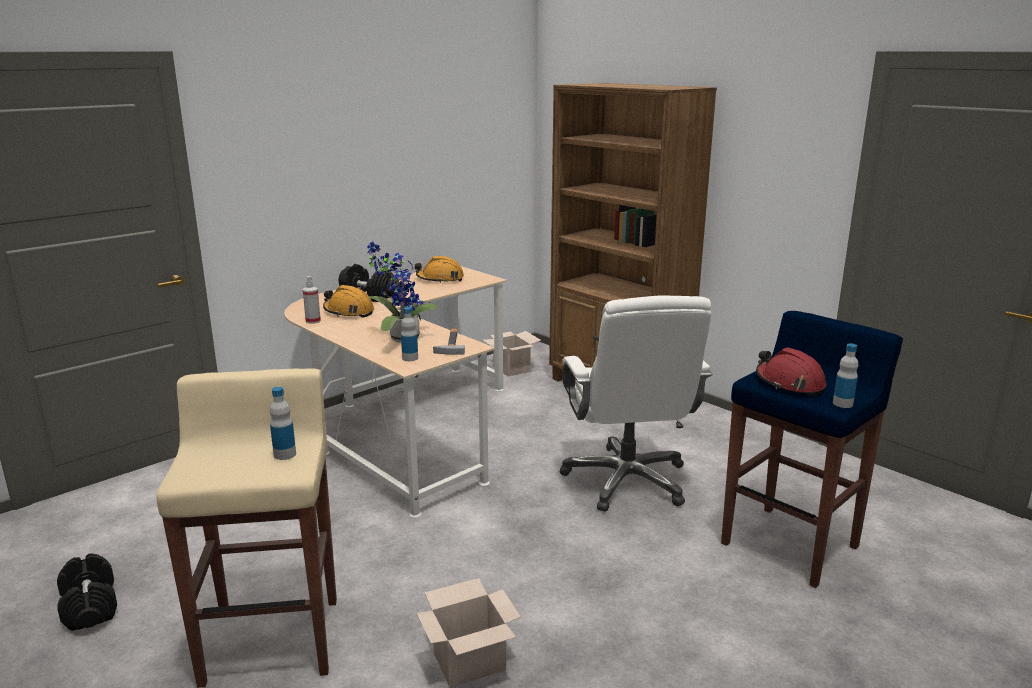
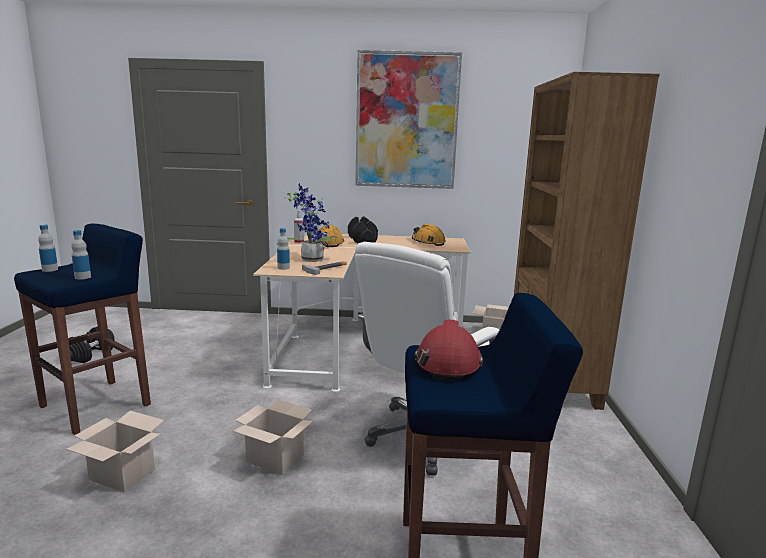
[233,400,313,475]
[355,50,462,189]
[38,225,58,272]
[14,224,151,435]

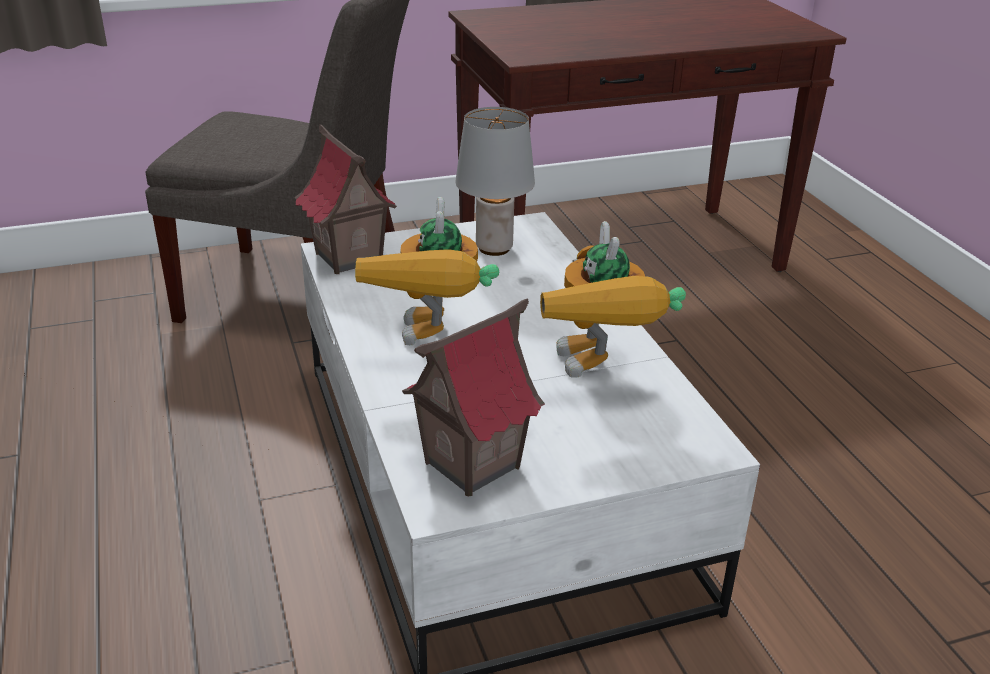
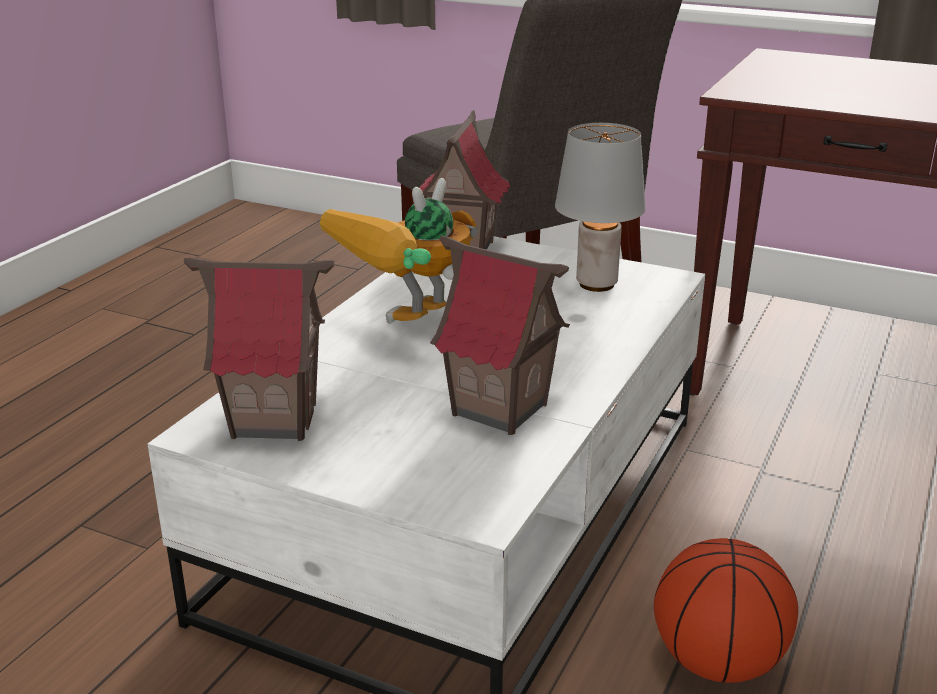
[654,538,798,683]
[430,235,570,435]

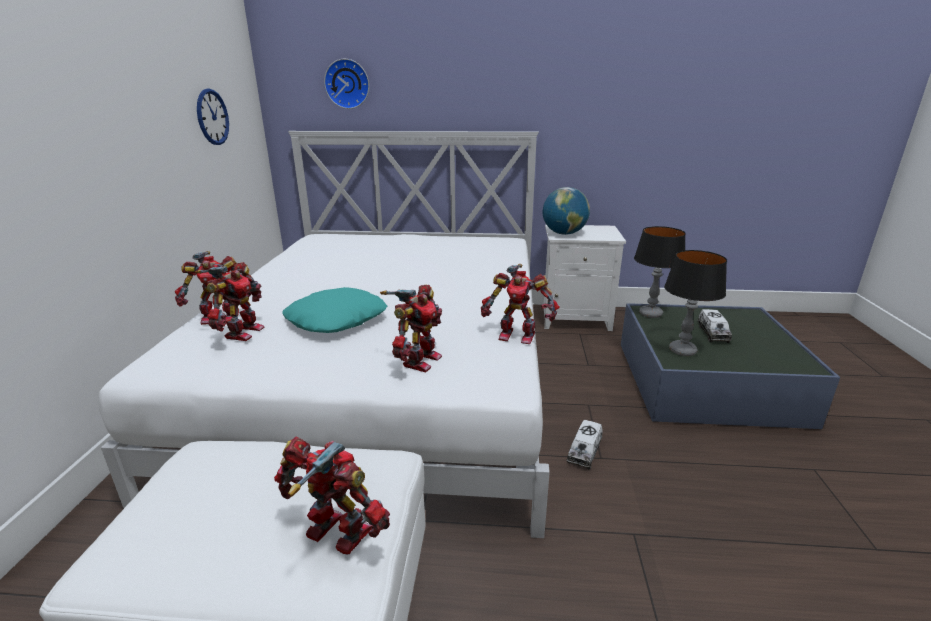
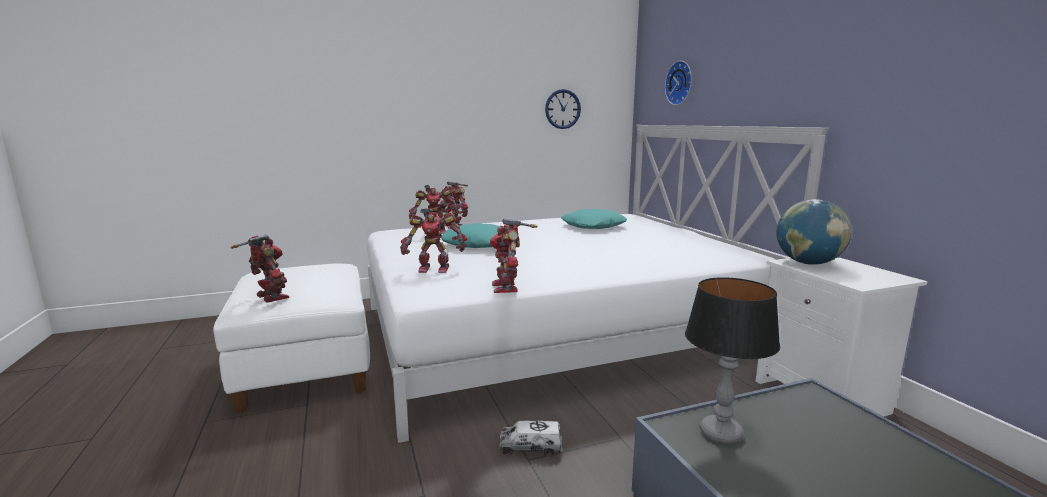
[634,226,686,318] (first image)
[697,309,732,343] (first image)
[561,209,627,229]
[231,234,289,302]

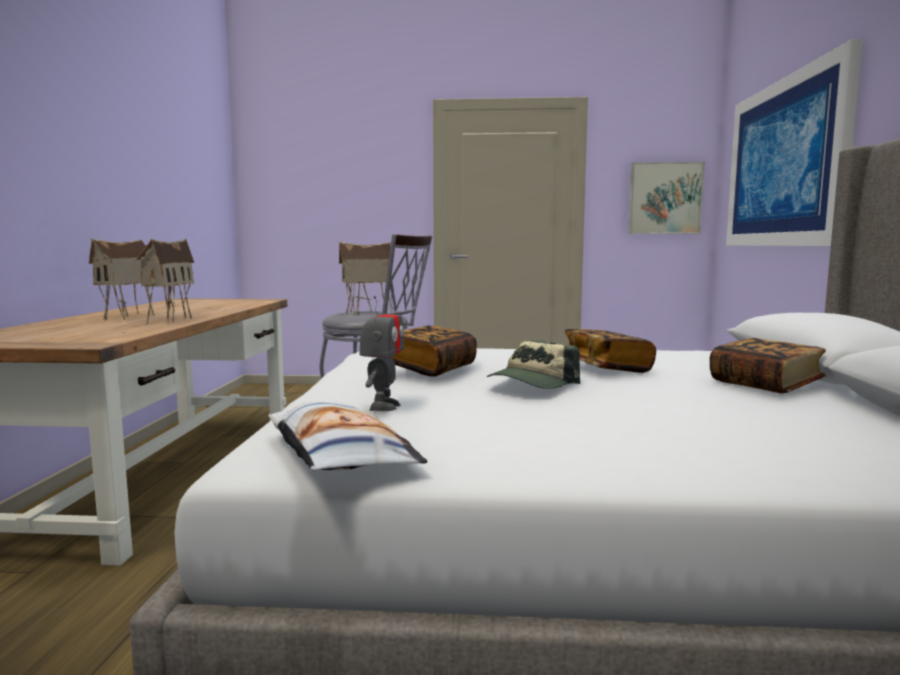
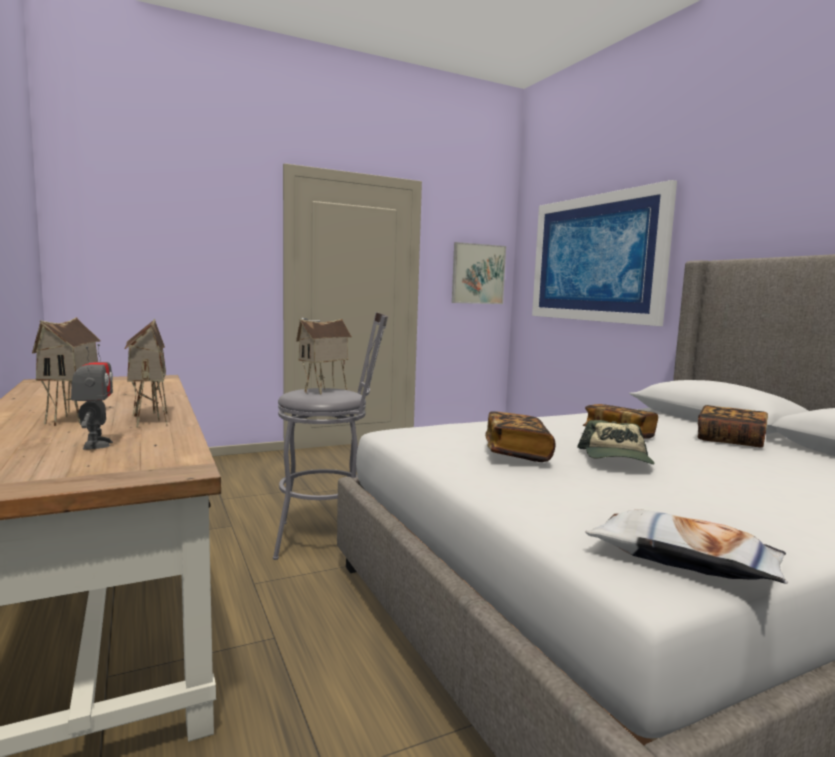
[71,344,113,449]

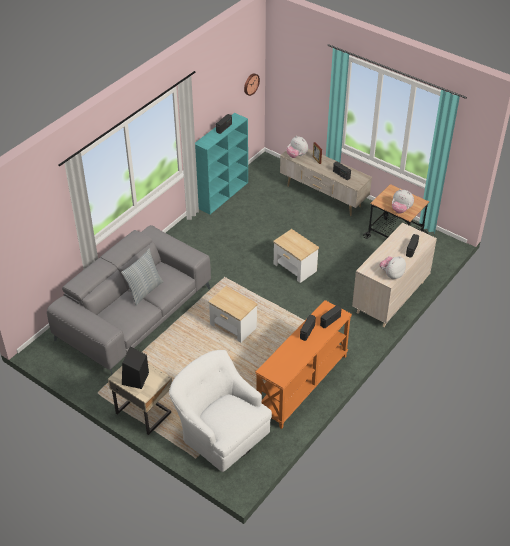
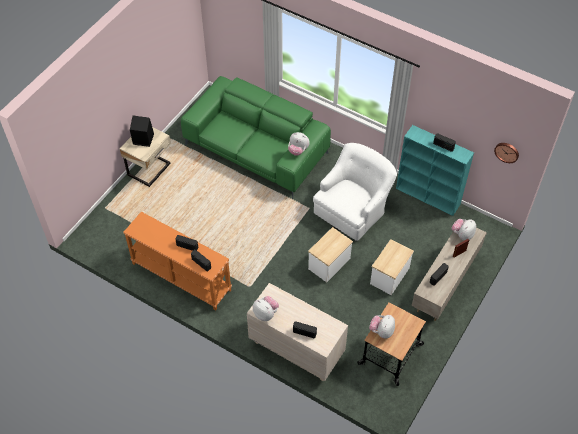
[121,248,163,306] (first image)
[288,132,310,156]
[313,143,397,241]
[370,239,414,295]
[181,76,331,199]

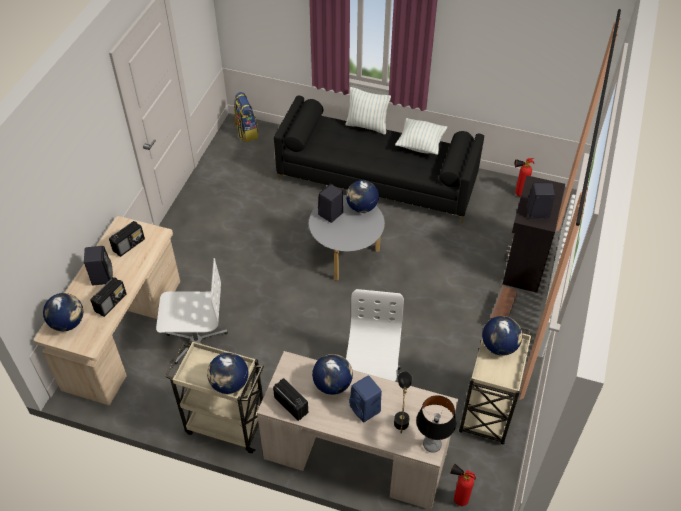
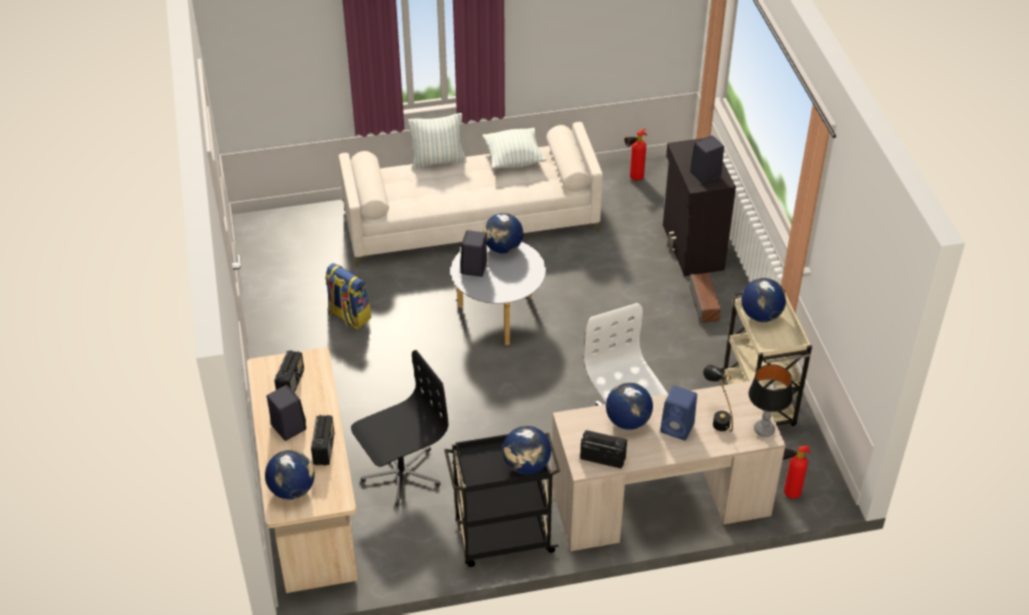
[325,263,371,329]
[351,350,448,506]
[444,432,560,567]
[339,122,603,267]

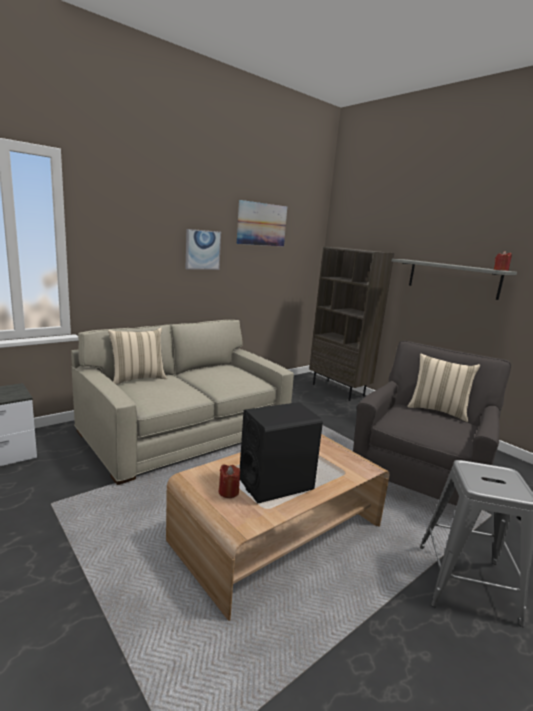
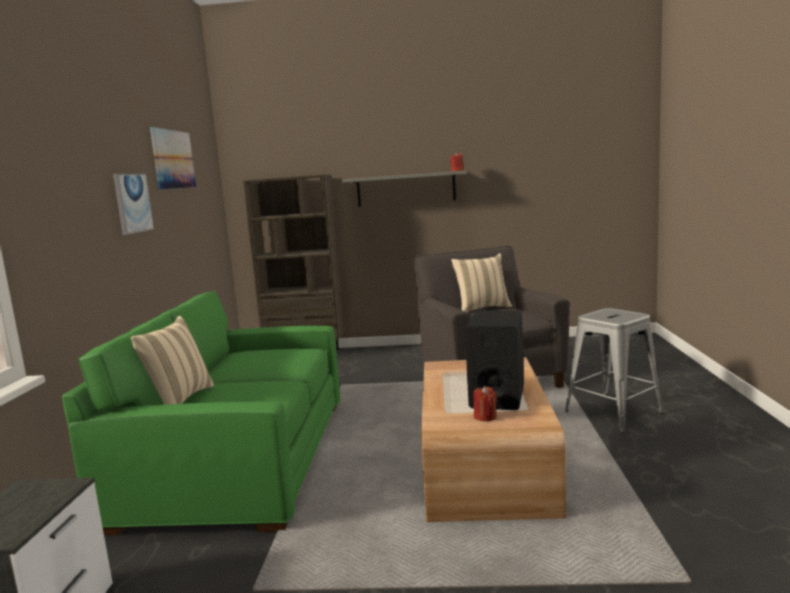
[62,291,340,536]

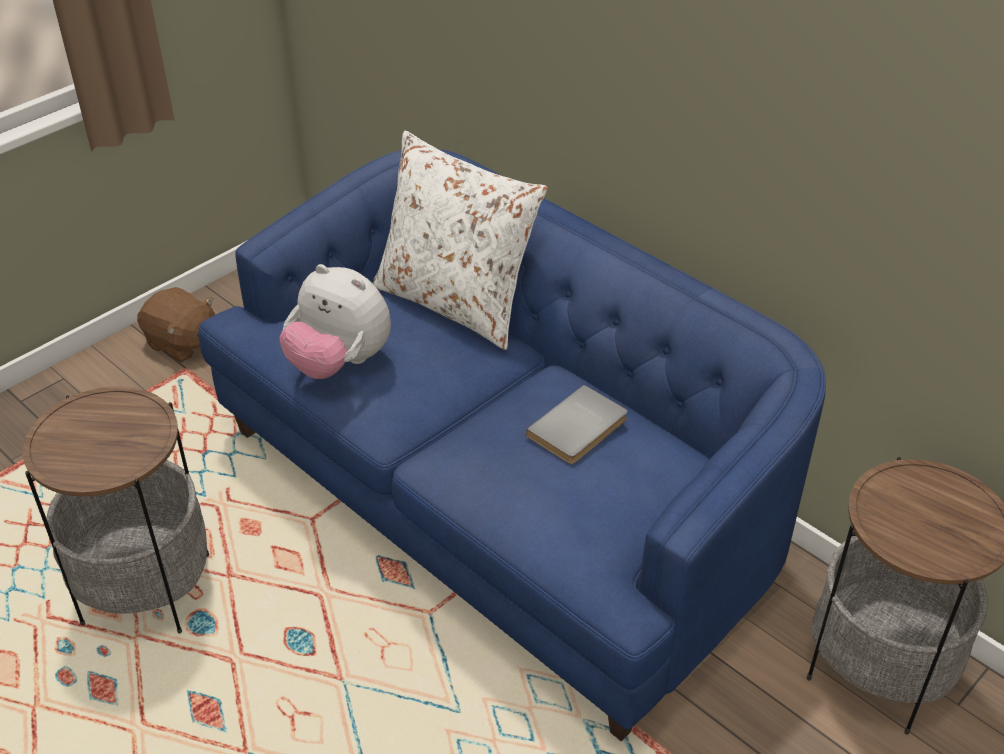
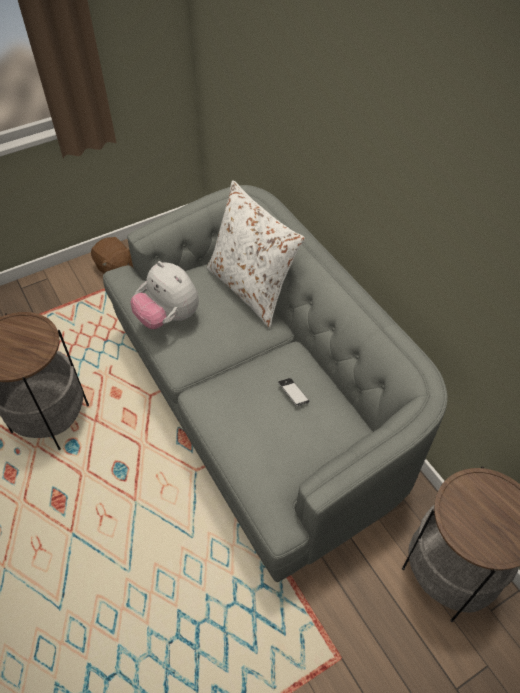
[278,378,310,406]
[103,185,448,582]

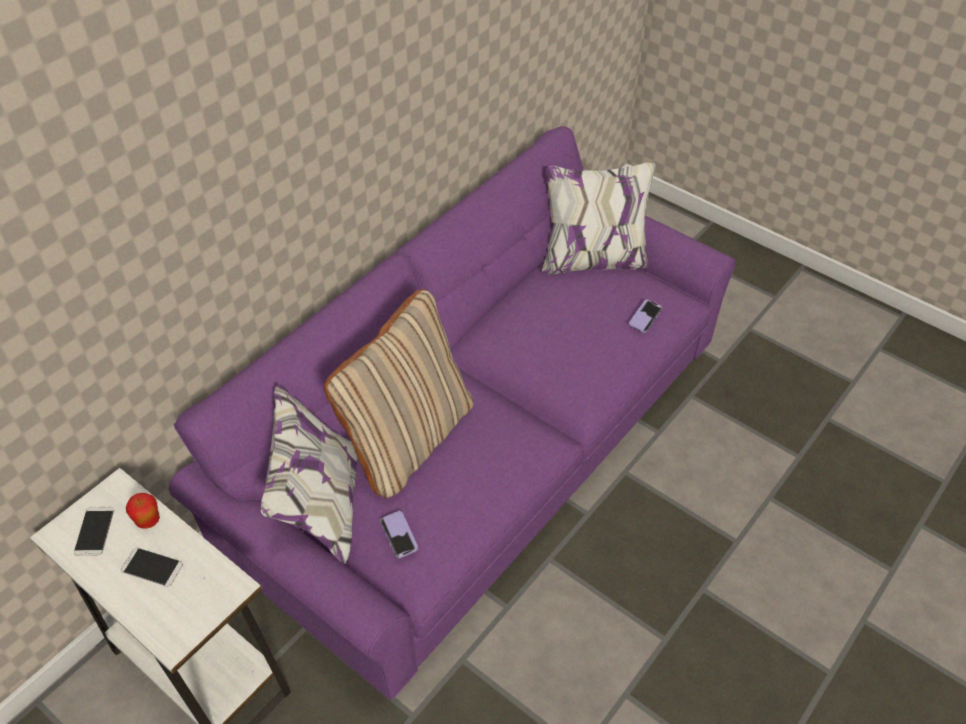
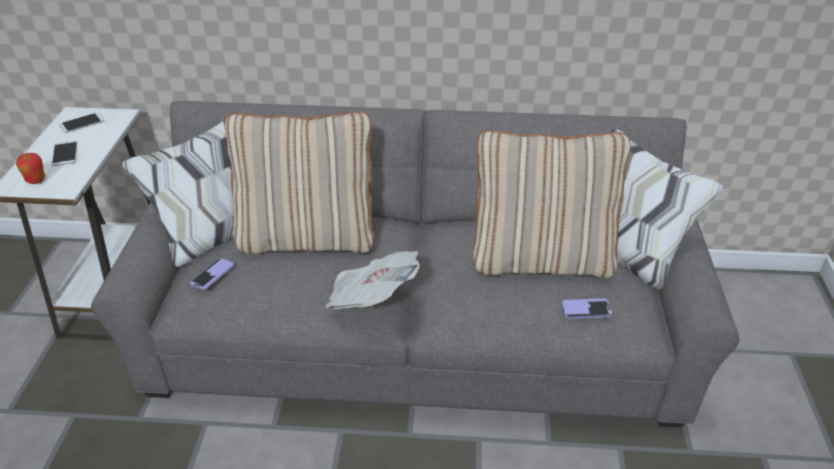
[325,251,419,309]
[472,130,631,278]
[16,153,45,184]
[91,101,740,428]

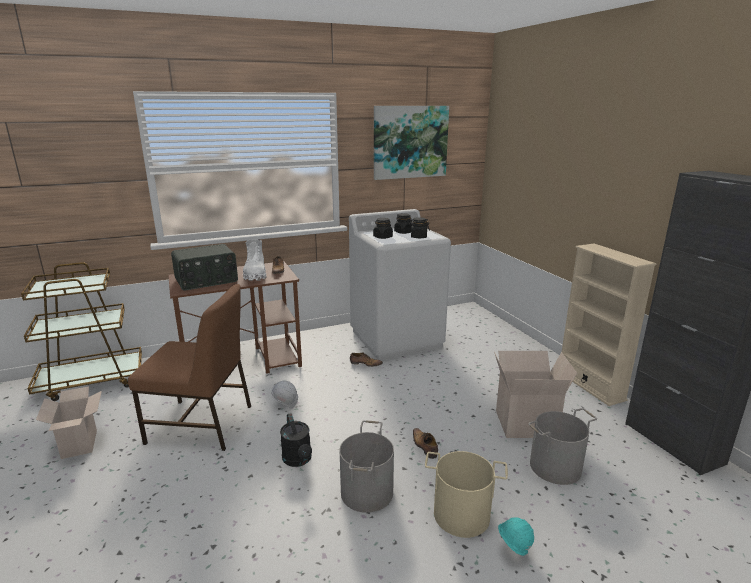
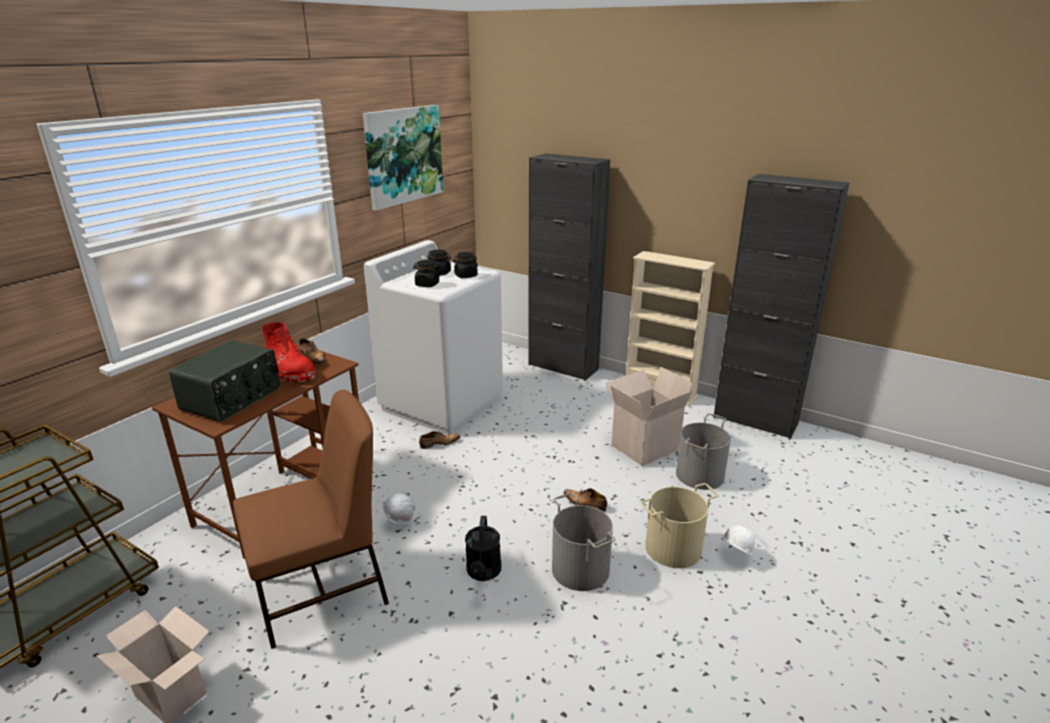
[528,153,610,381]
[262,322,316,383]
[721,525,755,555]
[465,516,502,581]

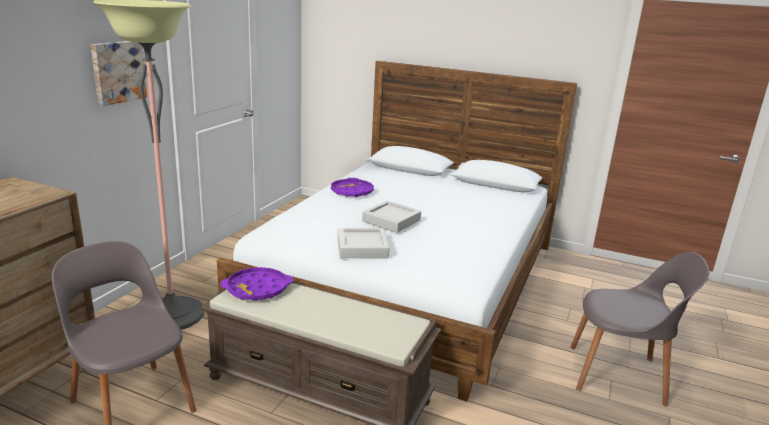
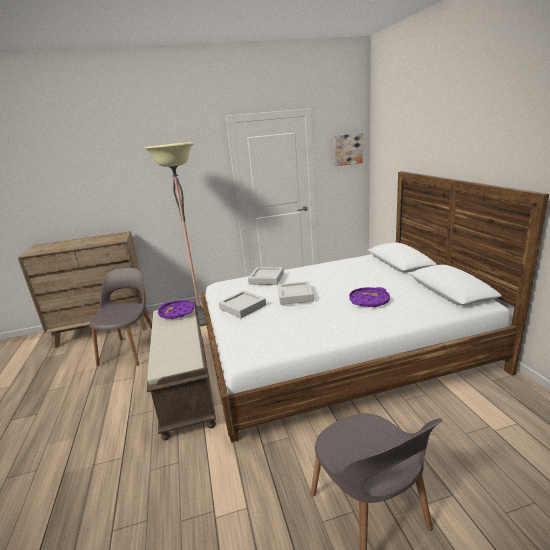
[248,267,284,285]
[334,133,363,166]
[349,287,390,307]

